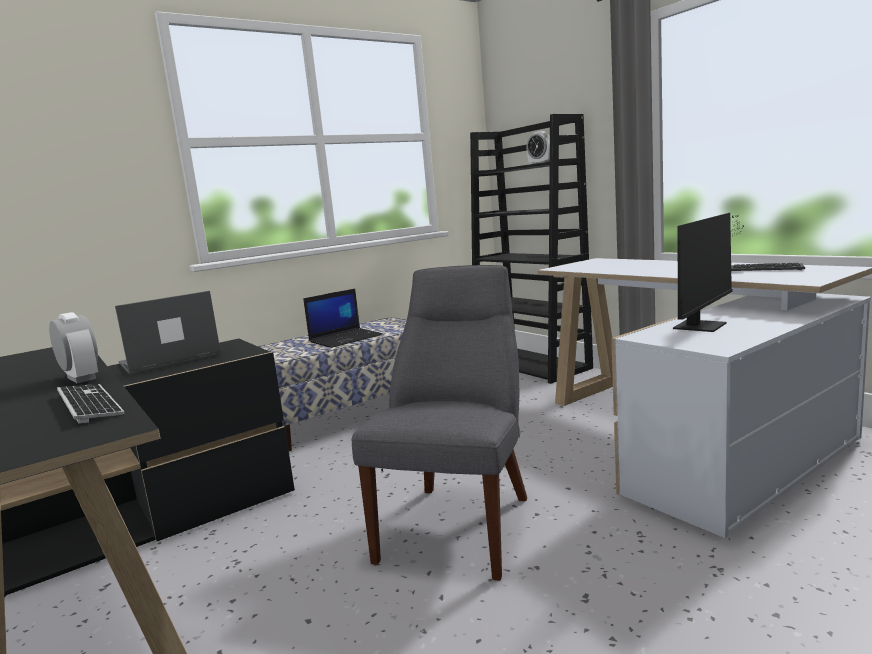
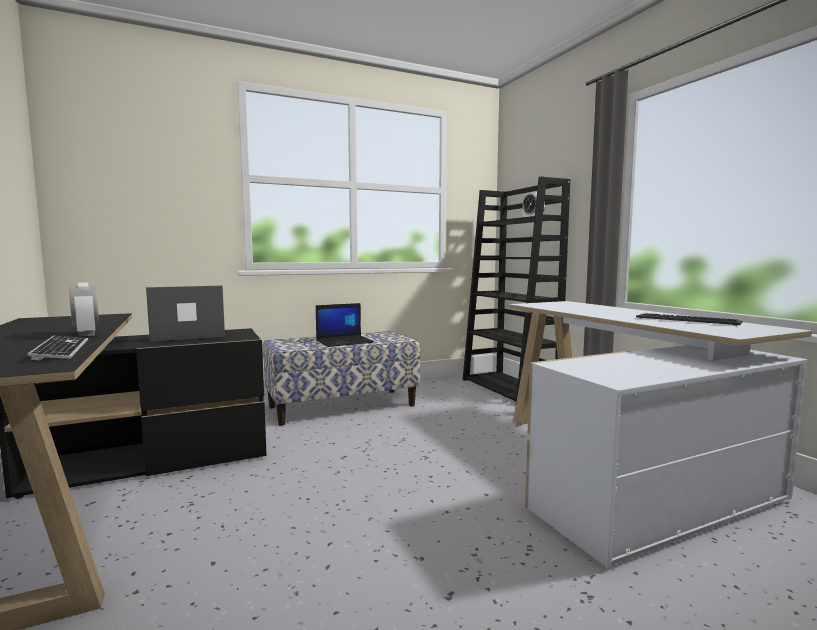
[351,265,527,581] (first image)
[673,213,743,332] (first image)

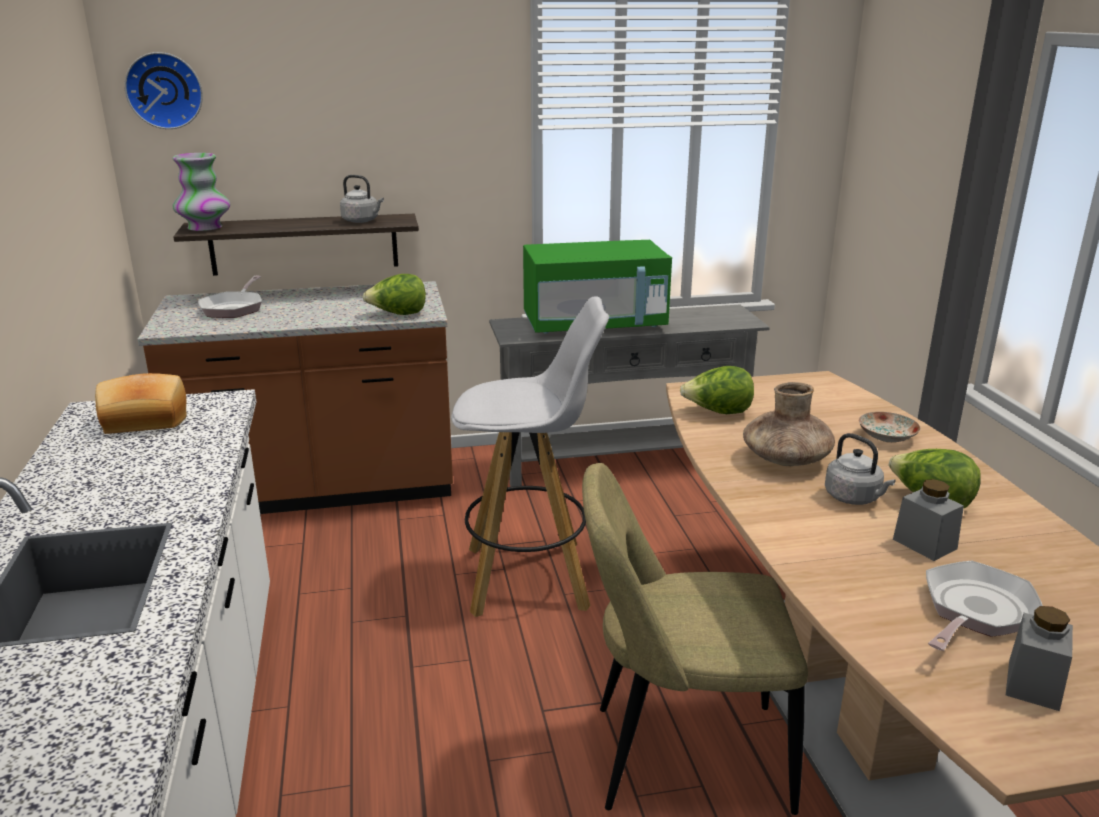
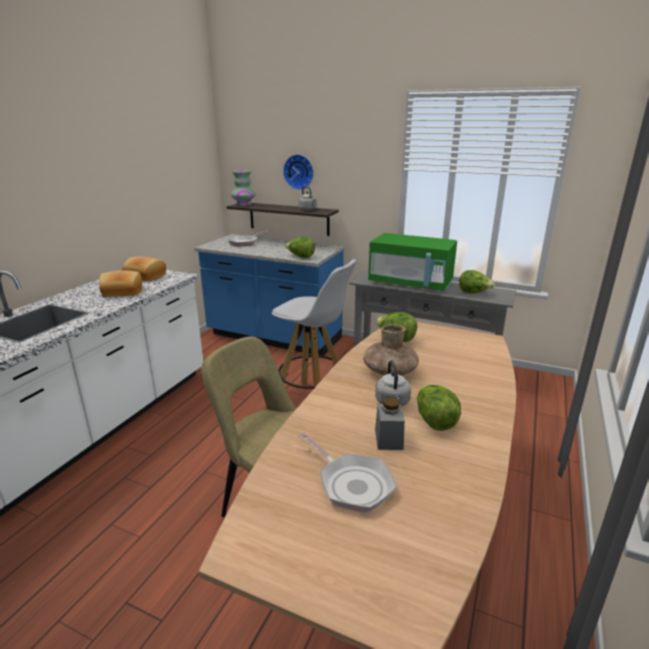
[859,412,921,443] (first image)
[1006,606,1073,711] (first image)
[99,270,142,297]
[459,270,495,293]
[283,154,314,190]
[194,234,345,356]
[298,433,397,513]

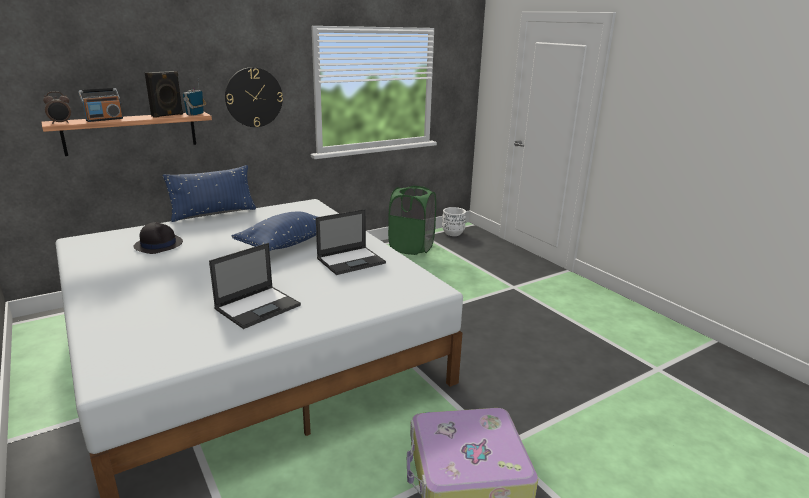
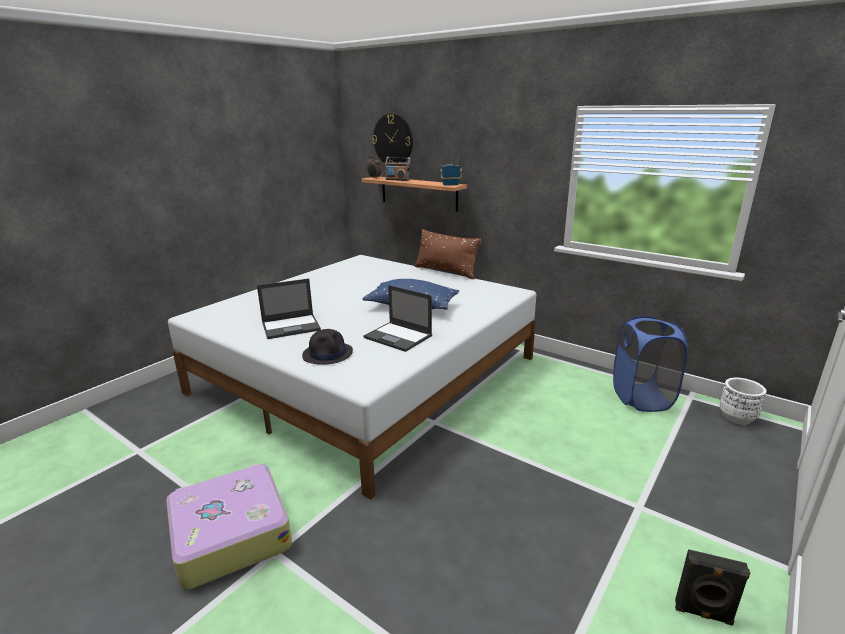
[302,329,353,365]
[675,549,750,626]
[372,114,413,163]
[415,229,481,279]
[613,316,688,412]
[257,279,321,339]

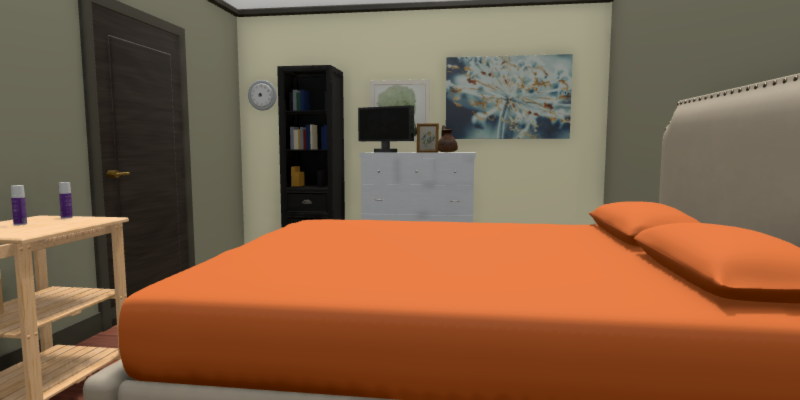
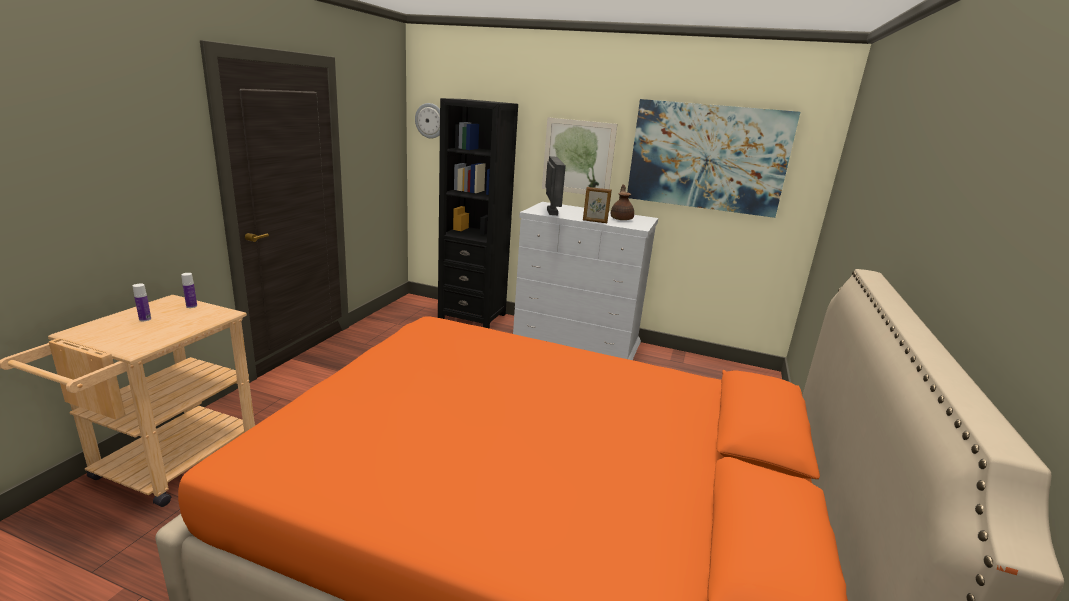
[545,156,566,215]

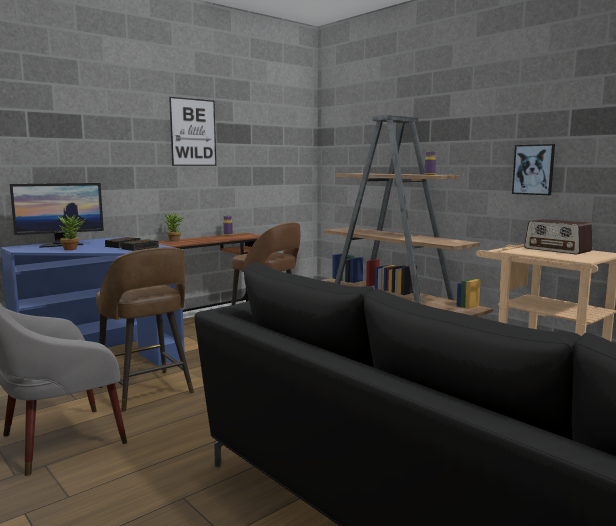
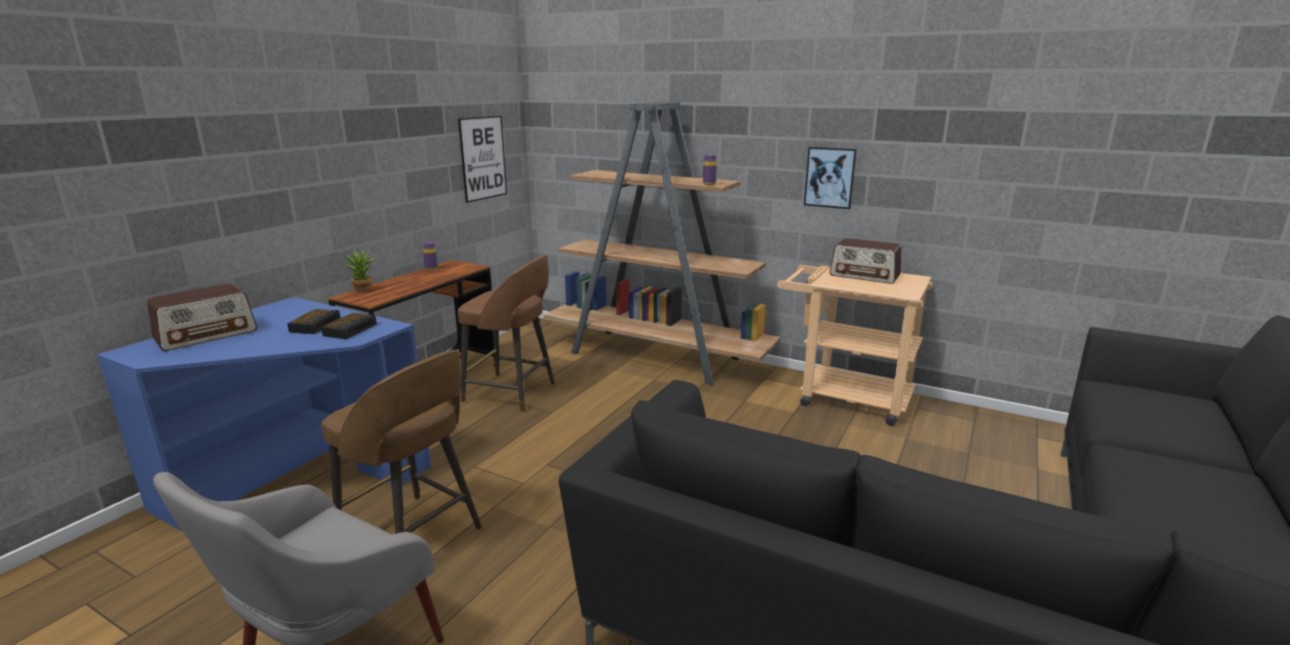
[57,214,85,250] (first image)
[458,116,507,203]
[147,284,257,351]

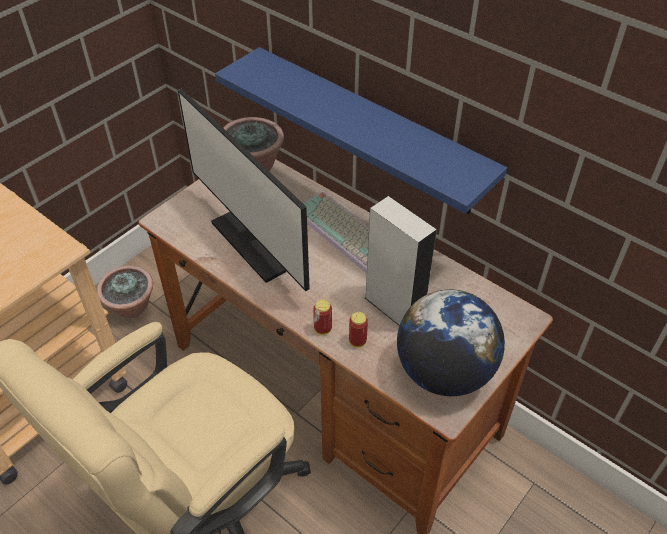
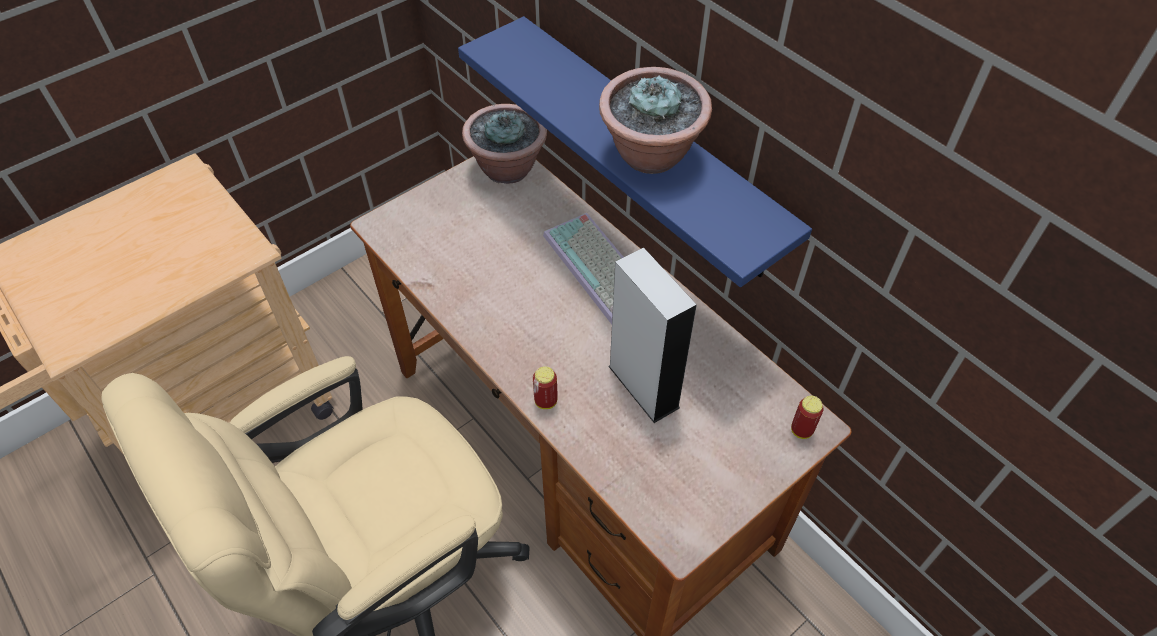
[178,89,310,291] (first image)
[397,289,505,396] (first image)
[599,67,712,174]
[791,396,823,439]

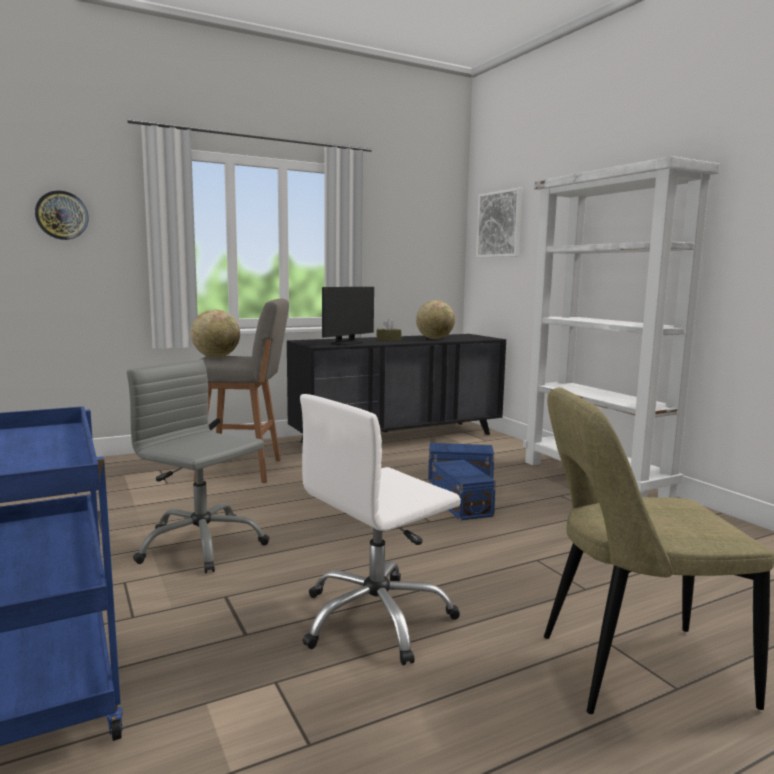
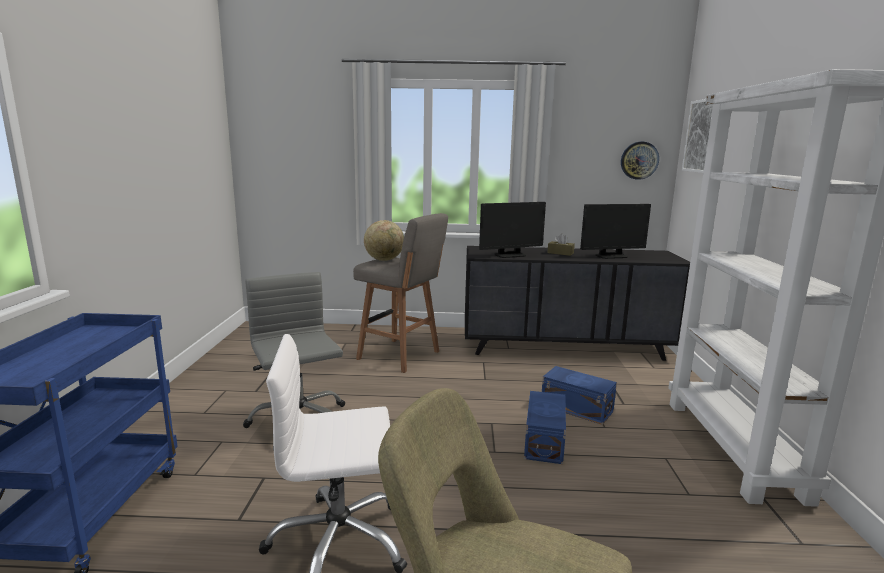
[621,142,659,180]
[580,204,651,259]

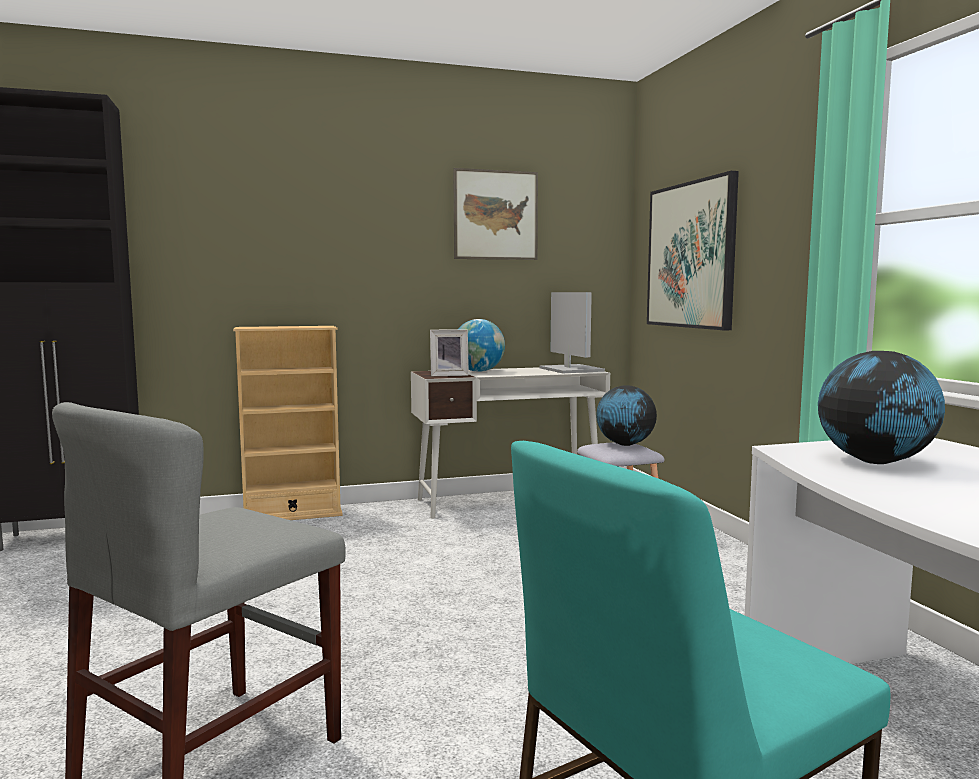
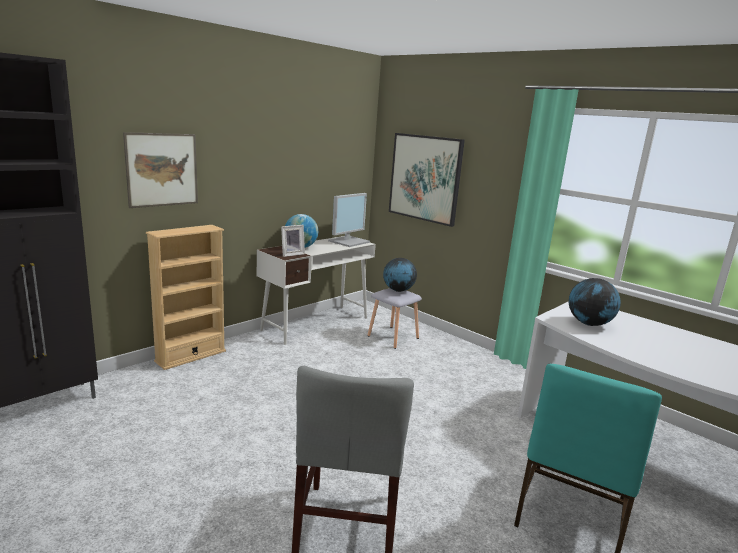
[123,132,198,208]
[328,193,370,247]

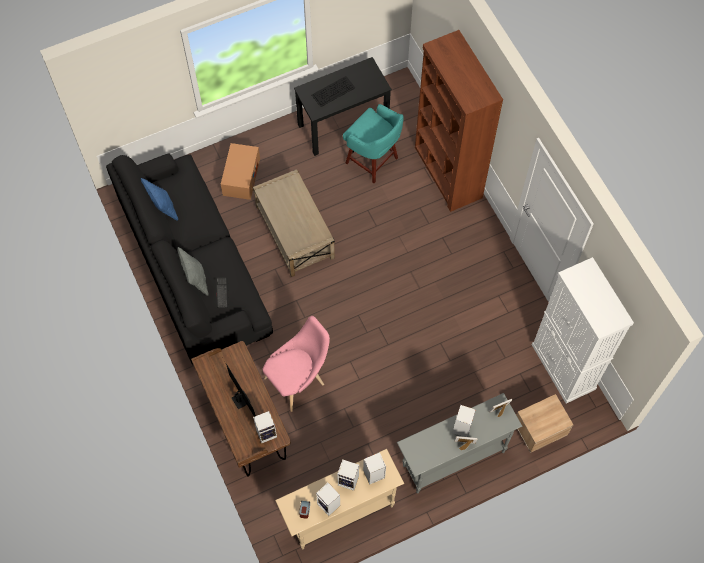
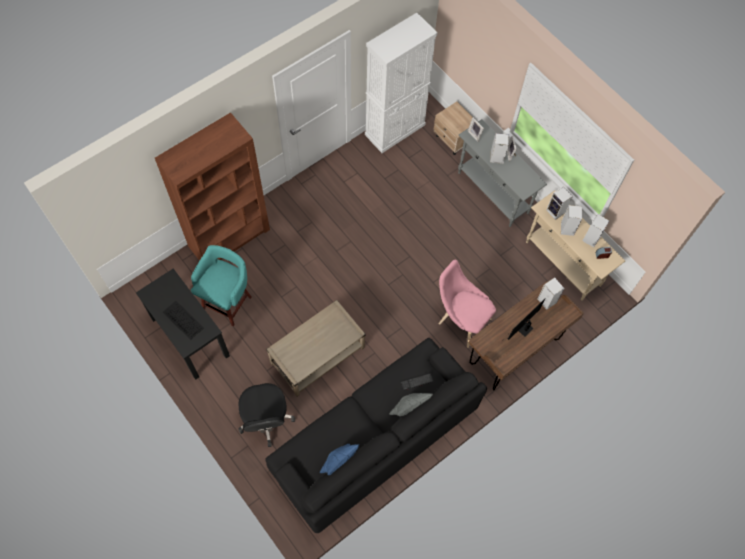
[238,383,295,447]

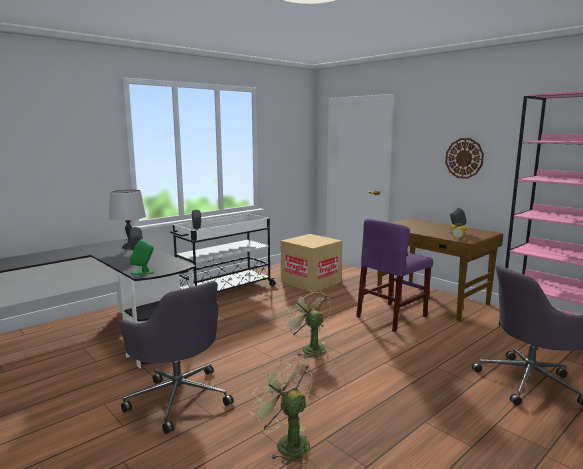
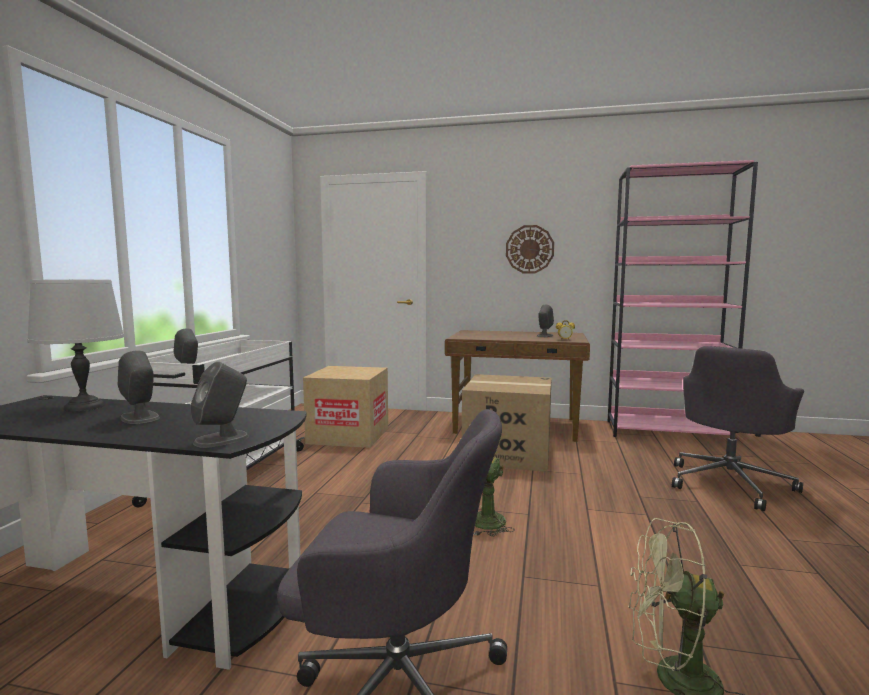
[462,374,551,472]
[191,362,249,448]

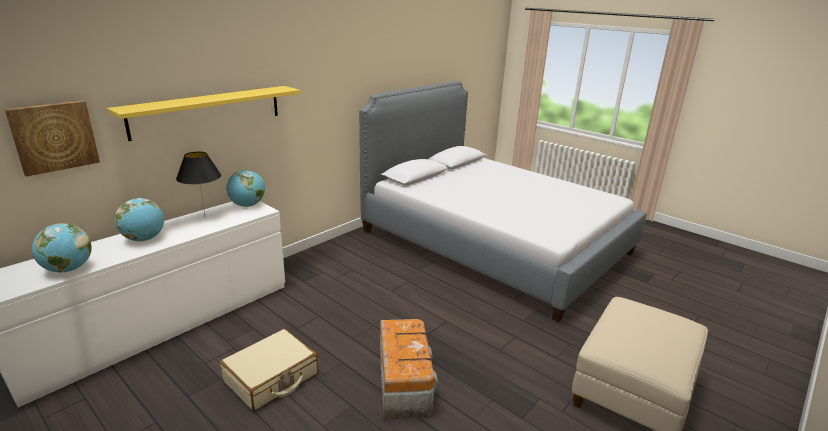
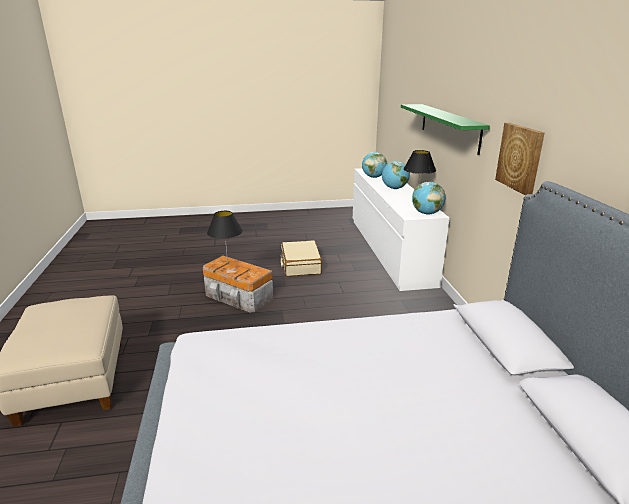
[207,211,243,264]
[495,123,545,195]
[401,104,490,155]

